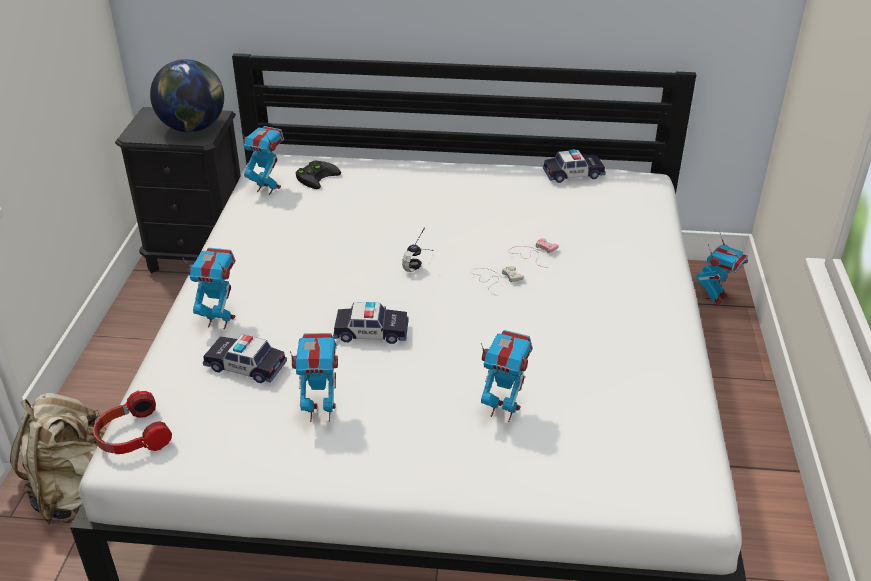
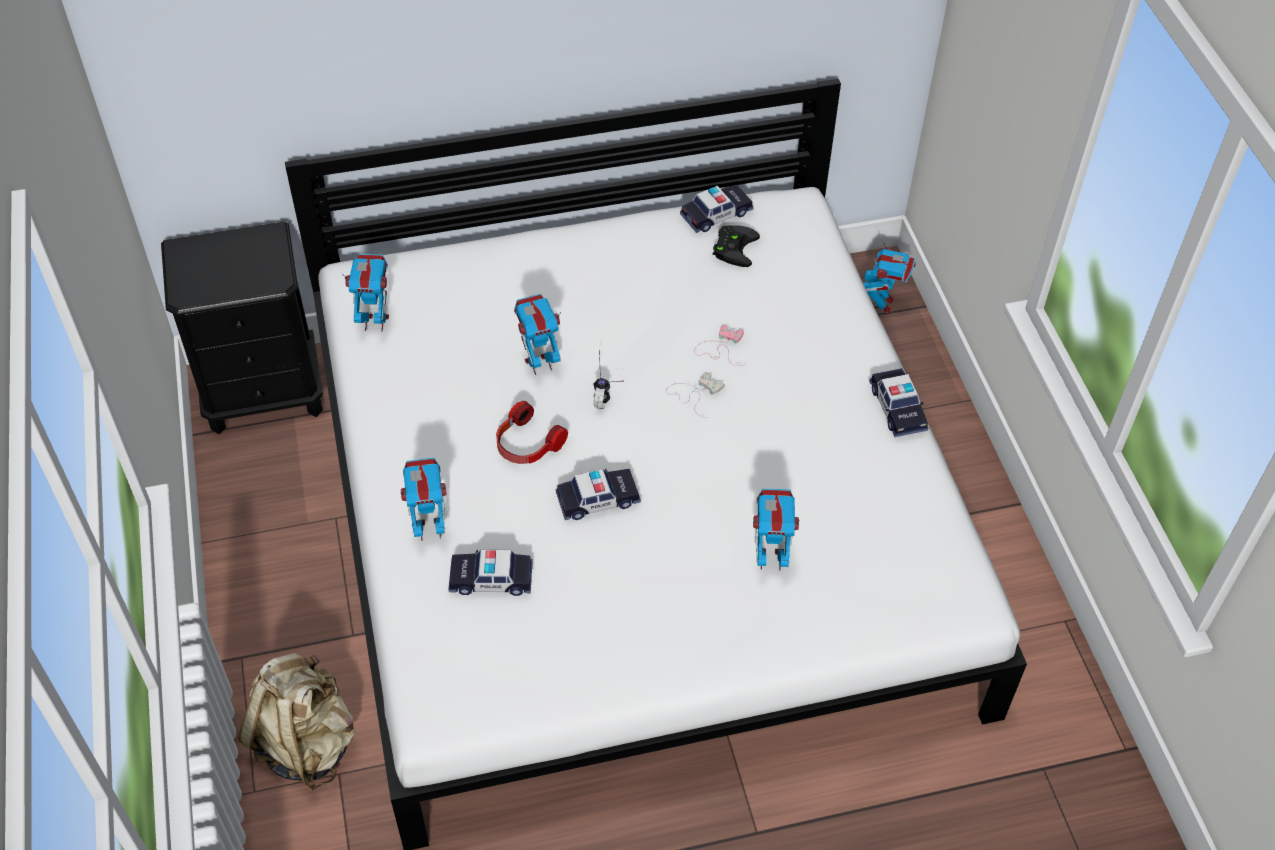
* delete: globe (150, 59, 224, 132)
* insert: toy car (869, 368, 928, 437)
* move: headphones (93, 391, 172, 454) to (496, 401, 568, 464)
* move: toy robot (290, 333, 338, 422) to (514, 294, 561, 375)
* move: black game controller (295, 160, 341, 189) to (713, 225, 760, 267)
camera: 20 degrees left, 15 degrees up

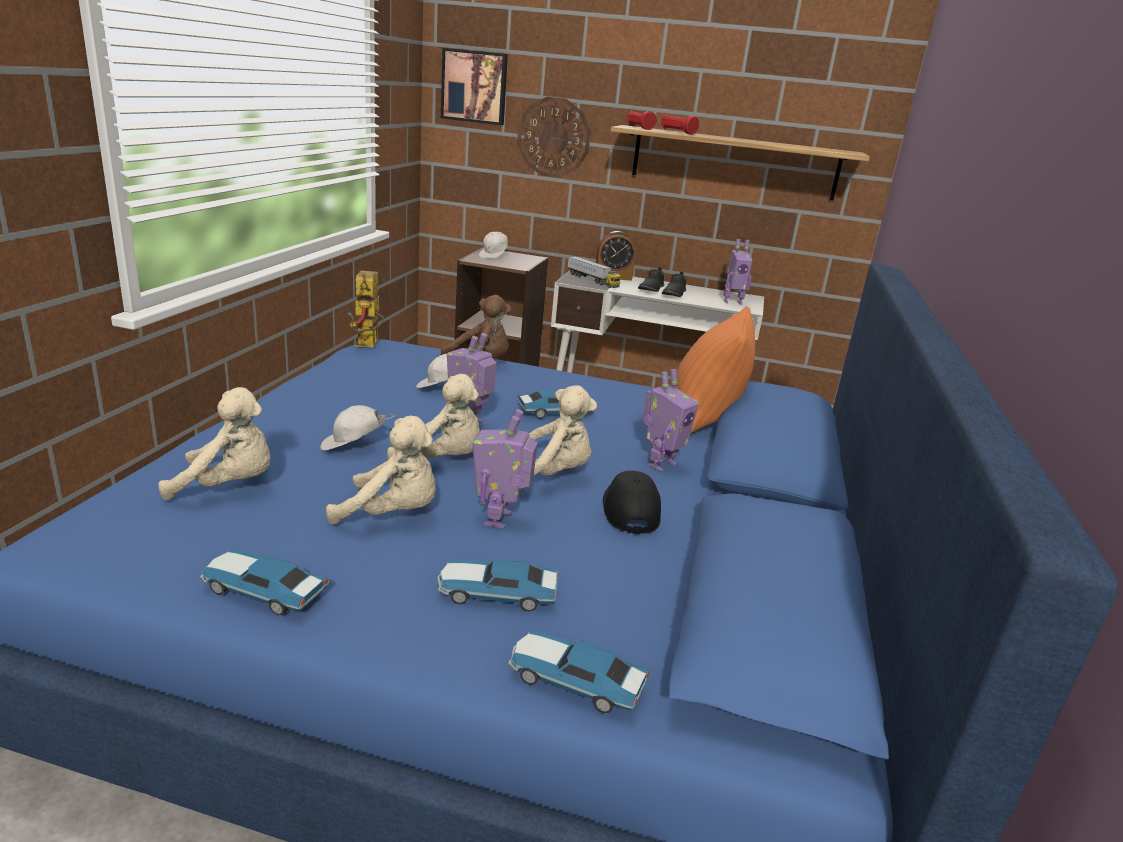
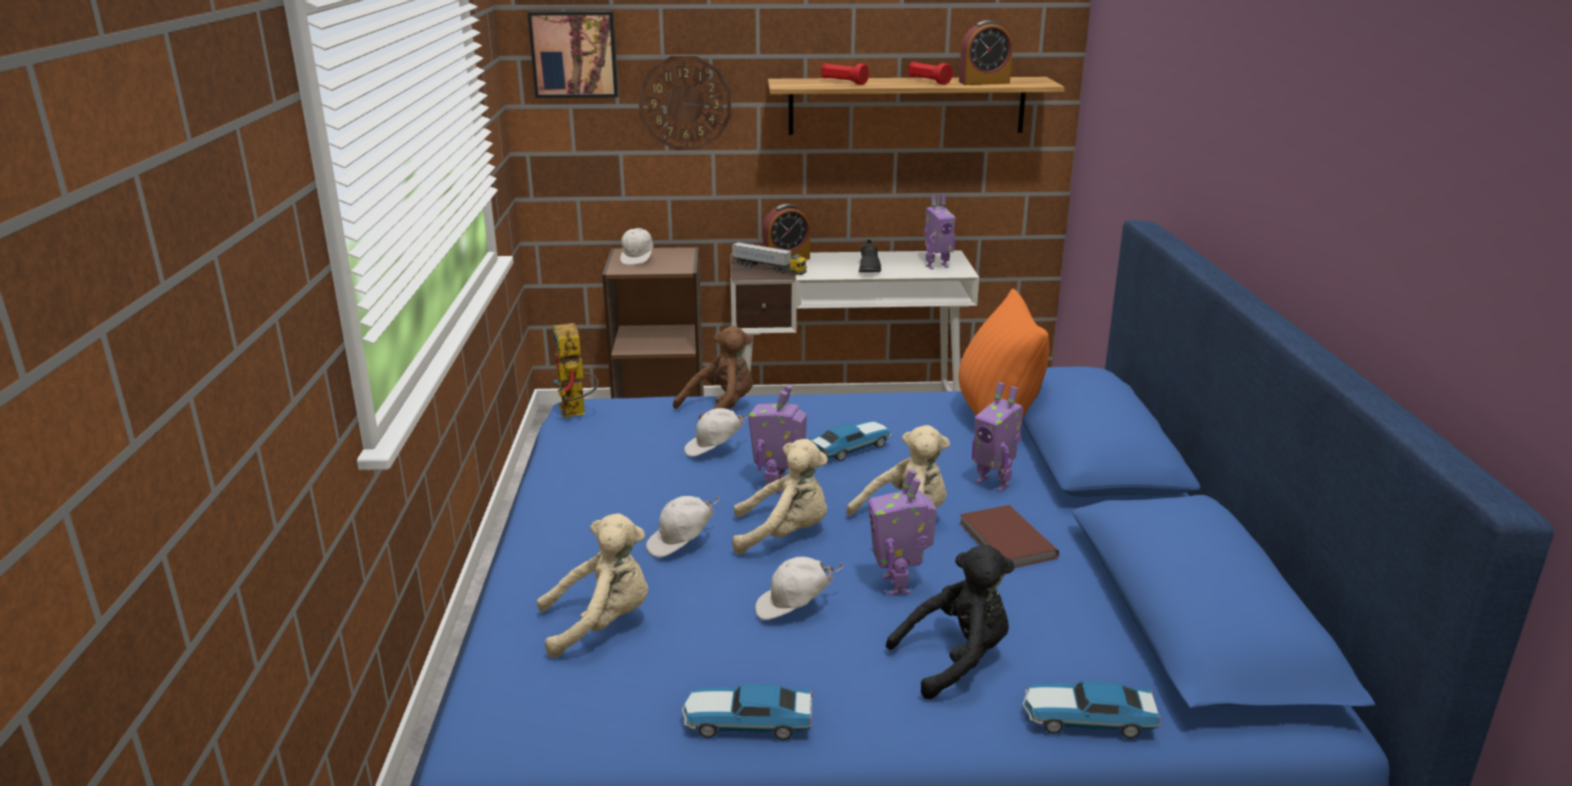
* delete: black shoe (638, 267, 664, 292)
* insert: alarm clock (959, 20, 1013, 85)
* move: red flashlight (626, 111, 657, 130) to (908, 62, 953, 85)
* replace: beige plush toy (326, 416, 436, 525) to white cap (755, 557, 843, 620)
* replace: toy car (437, 559, 558, 612) to black plush toy (886, 545, 1015, 699)
* replace: black cap (603, 471, 661, 534) to brown book (959, 505, 1059, 568)
* rotate: toy robot (643, 369, 699, 472) = (972, 382, 1024, 492) 105 degrees clockwise
camera: 15 degrees left, 0 degrees up

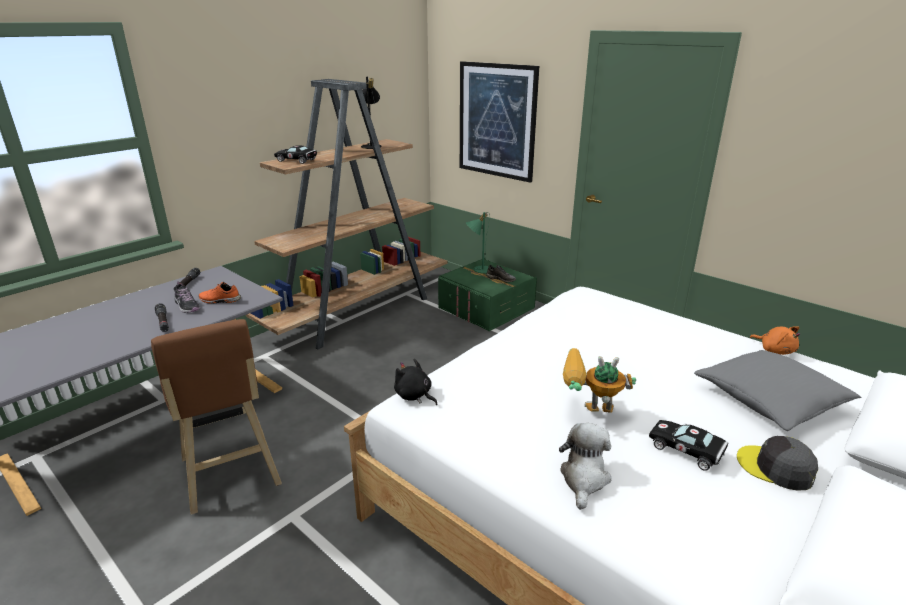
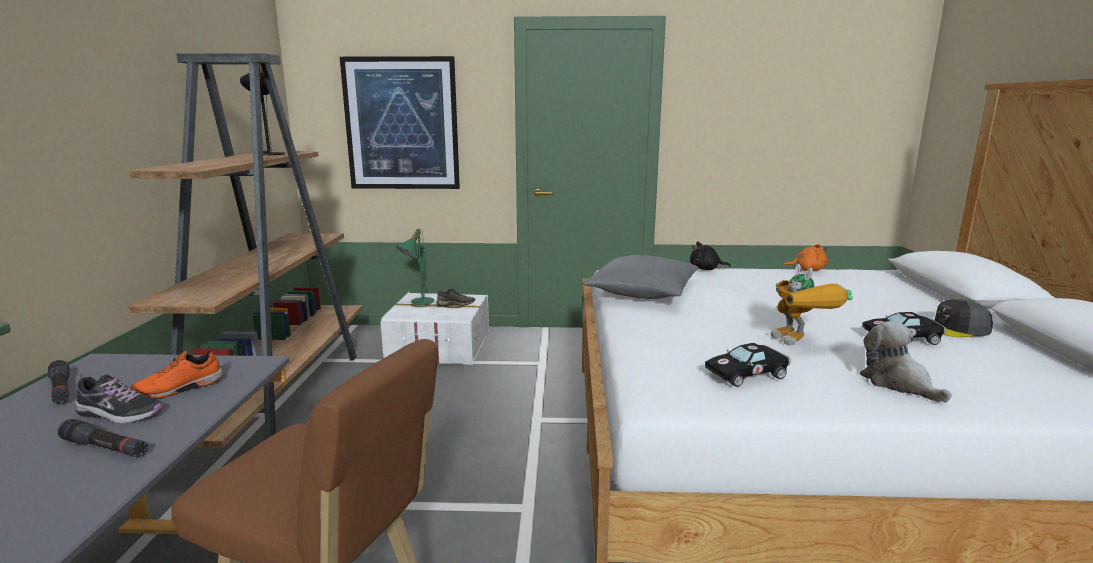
* move: black toy car (274, 145, 317, 164) to (705, 343, 791, 387)
* move: black plush toy (394, 359, 438, 405) to (690, 242, 731, 270)
* move: grey pillow (694, 350, 862, 431) to (583, 255, 699, 299)
* recolor: green storage box (438, 258, 537, 331) to white storage box (381, 292, 489, 365)
* rotate: toy robot (563, 348, 636, 413) = (771, 264, 853, 346) 75 degrees counterclockwise
camera: 40 degrees left, 10 degrees down

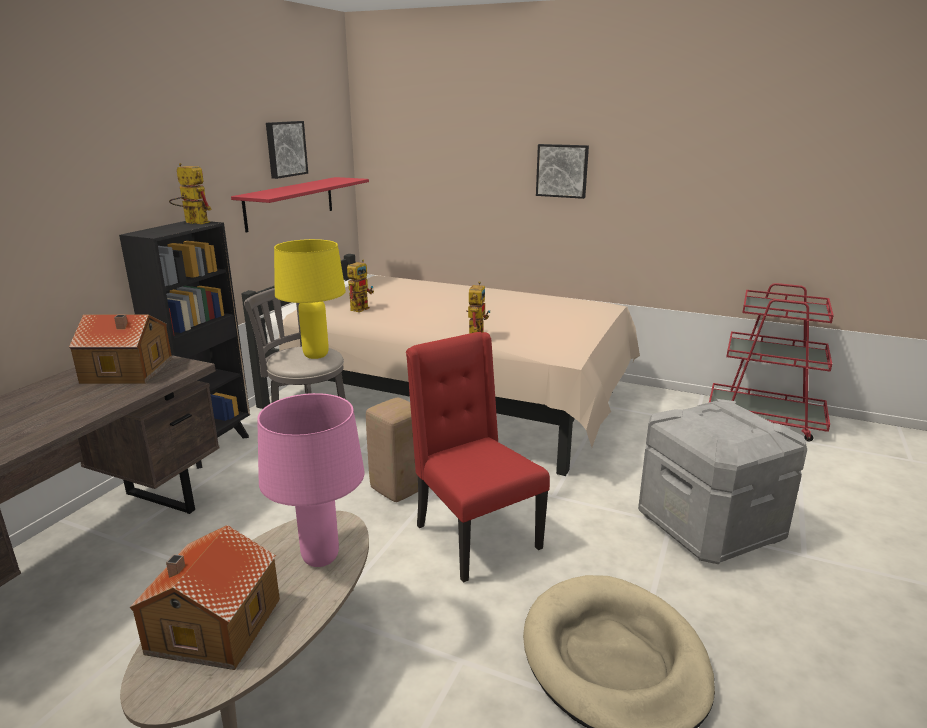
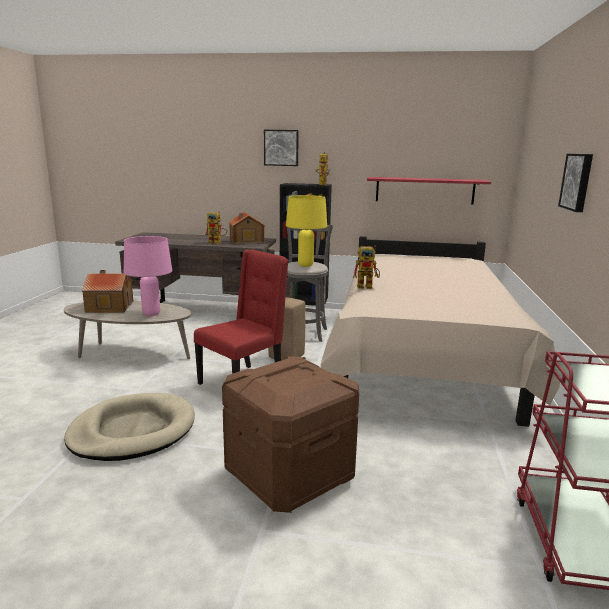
* move: picture (266, 121, 308, 179) to (264, 130, 299, 166)
* move: toy robot (347, 260, 374, 312) to (205, 211, 227, 244)
* recolor: grey storage box (638, 399, 807, 564) to brown storage box (222, 356, 359, 513)
camera: 75 degrees right, 5 degrees down

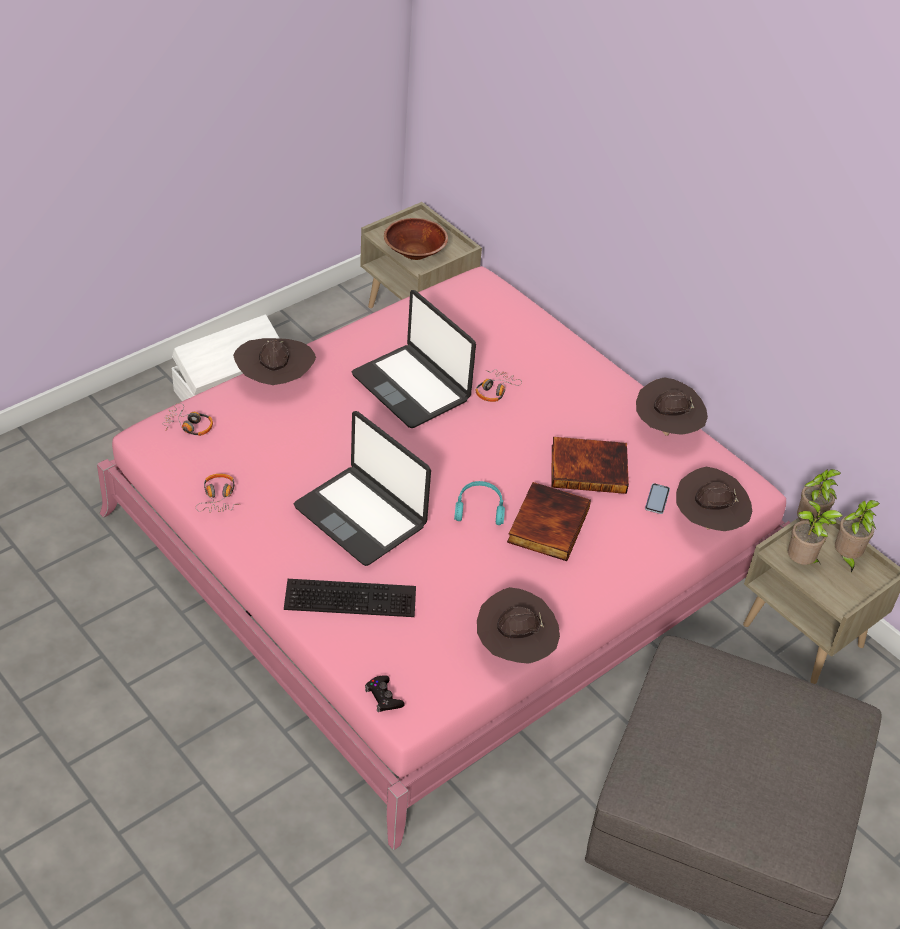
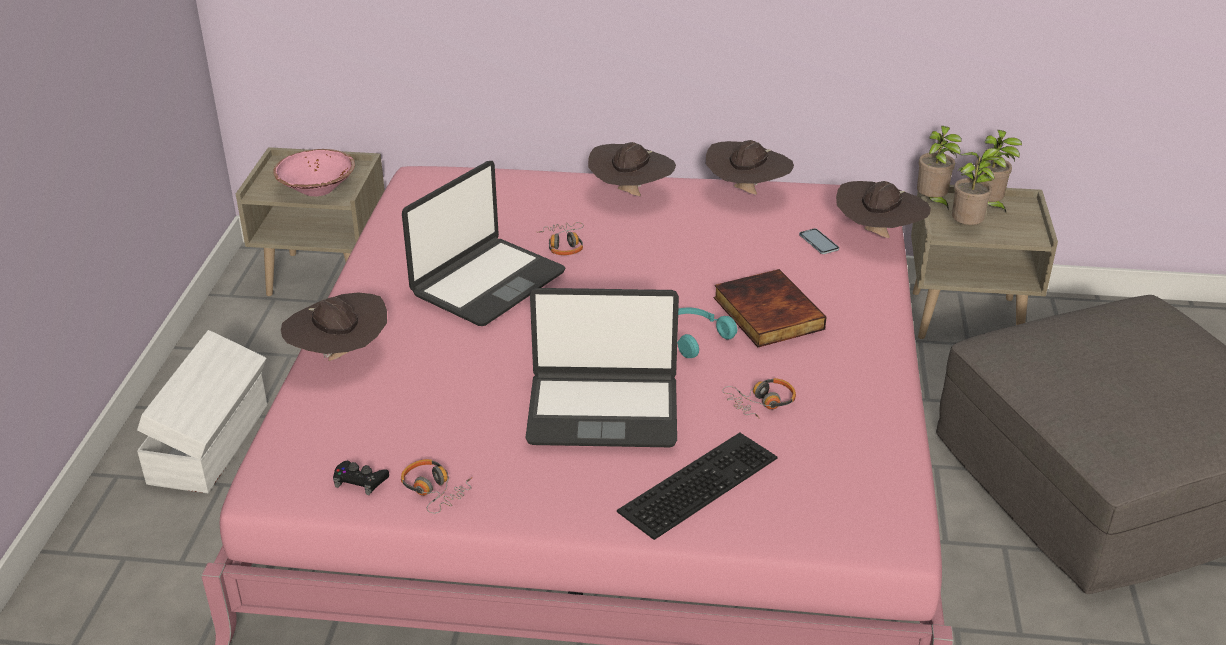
* delete: book (551, 437, 629, 494)
* move: headphones (163, 403, 213, 436) to (722, 378, 796, 419)
* move: black game controller (365, 675, 405, 712) to (333, 461, 389, 495)
* move: brown hat (477, 587, 560, 664) to (588, 142, 676, 196)
* recolor: brown bowl (384, 218, 448, 260) to pink bowl (273, 149, 355, 196)
* rotate: laptop (352, 290, 476, 428) = (402, 161, 566, 326) 60 degrees counterclockwise
camera: 40 degrees left, 10 degrees down

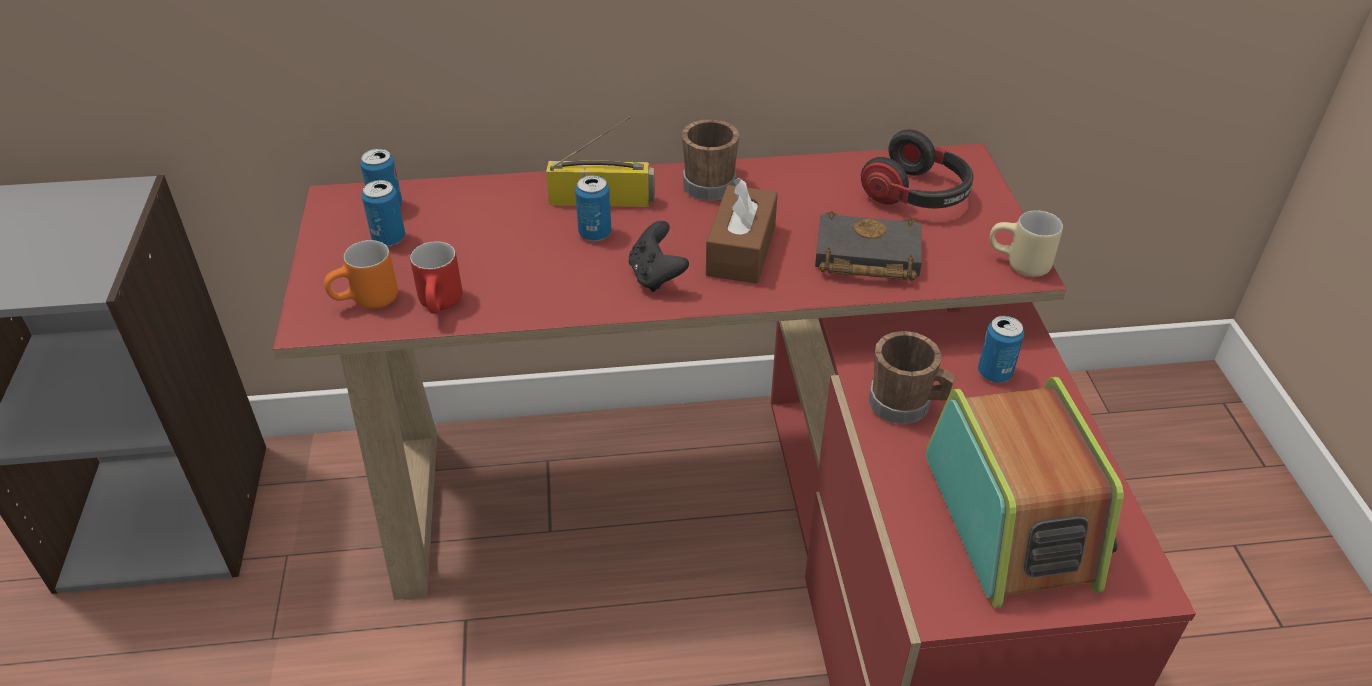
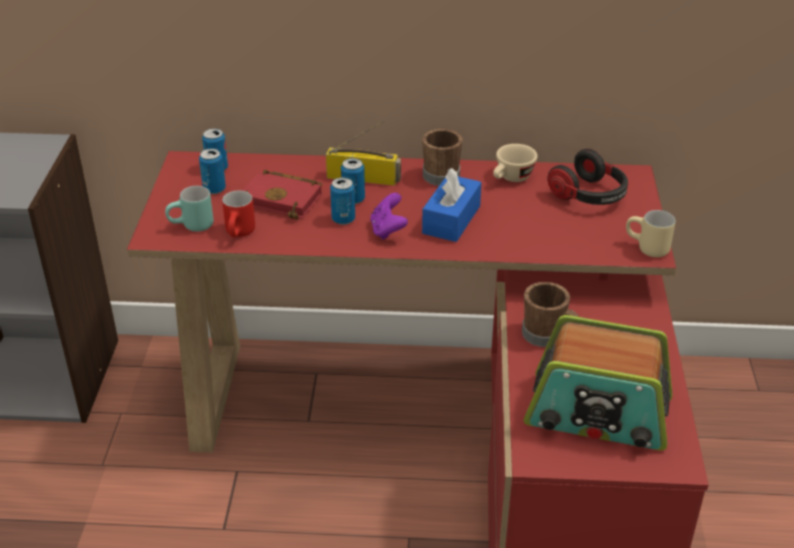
* delete: black book (815, 211, 922, 281)
* insert: red book (242, 170, 322, 220)
* insert: beige cup (493, 144, 537, 182)
* move: can (978, 316, 1024, 383) to (330, 177, 355, 225)
* recolor: orange mug (324, 240, 398, 309) to turquoise mug (165, 186, 214, 232)
* recolor: black game controller (629, 221, 689, 292) to purple game controller (370, 193, 408, 240)
* recolor: brown tissue box (706, 178, 778, 284) to blue tissue box (422, 168, 482, 242)
* rotate: radio (926, 377, 1124, 608) = (524, 315, 672, 450) 105 degrees clockwise
camera: 10 degrees right, 5 degrees down

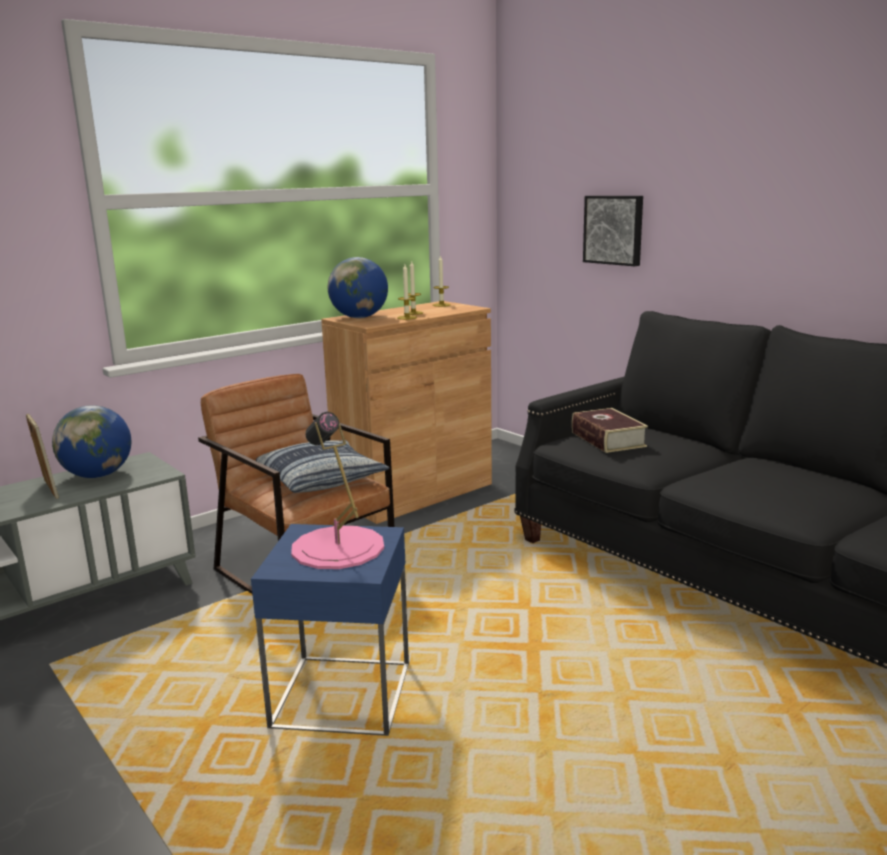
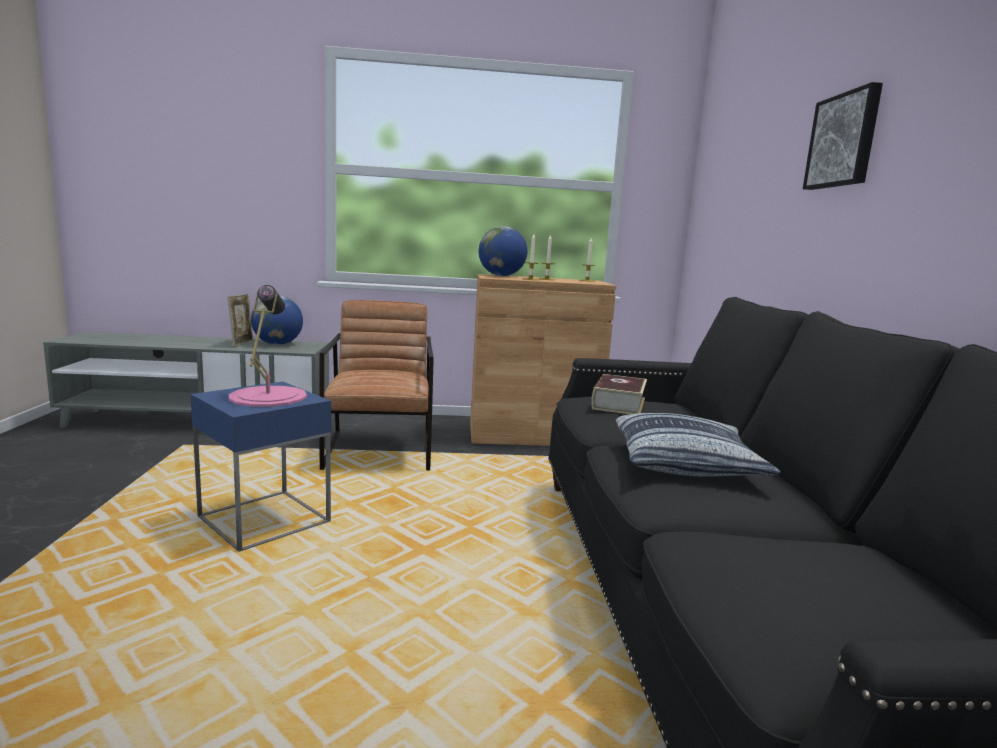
* move: pillow (256, 440, 389, 493) to (616, 413, 781, 476)
* move: picture (583, 196, 643, 266) to (803, 82, 883, 190)
camera: 35 degrees right, 5 degrees down

